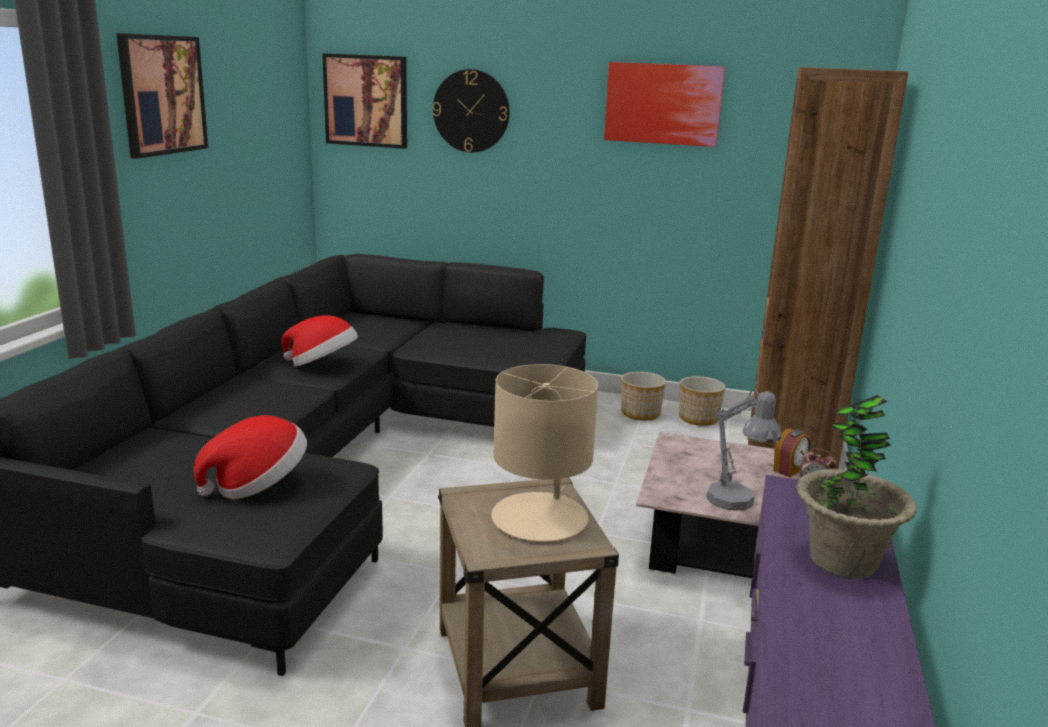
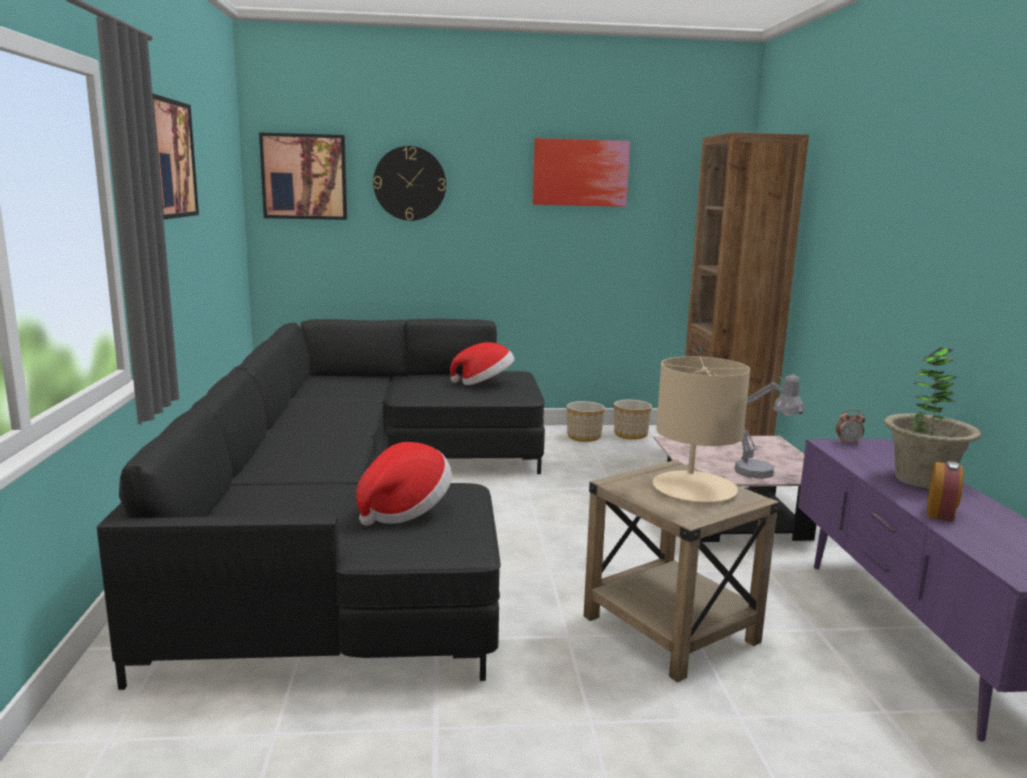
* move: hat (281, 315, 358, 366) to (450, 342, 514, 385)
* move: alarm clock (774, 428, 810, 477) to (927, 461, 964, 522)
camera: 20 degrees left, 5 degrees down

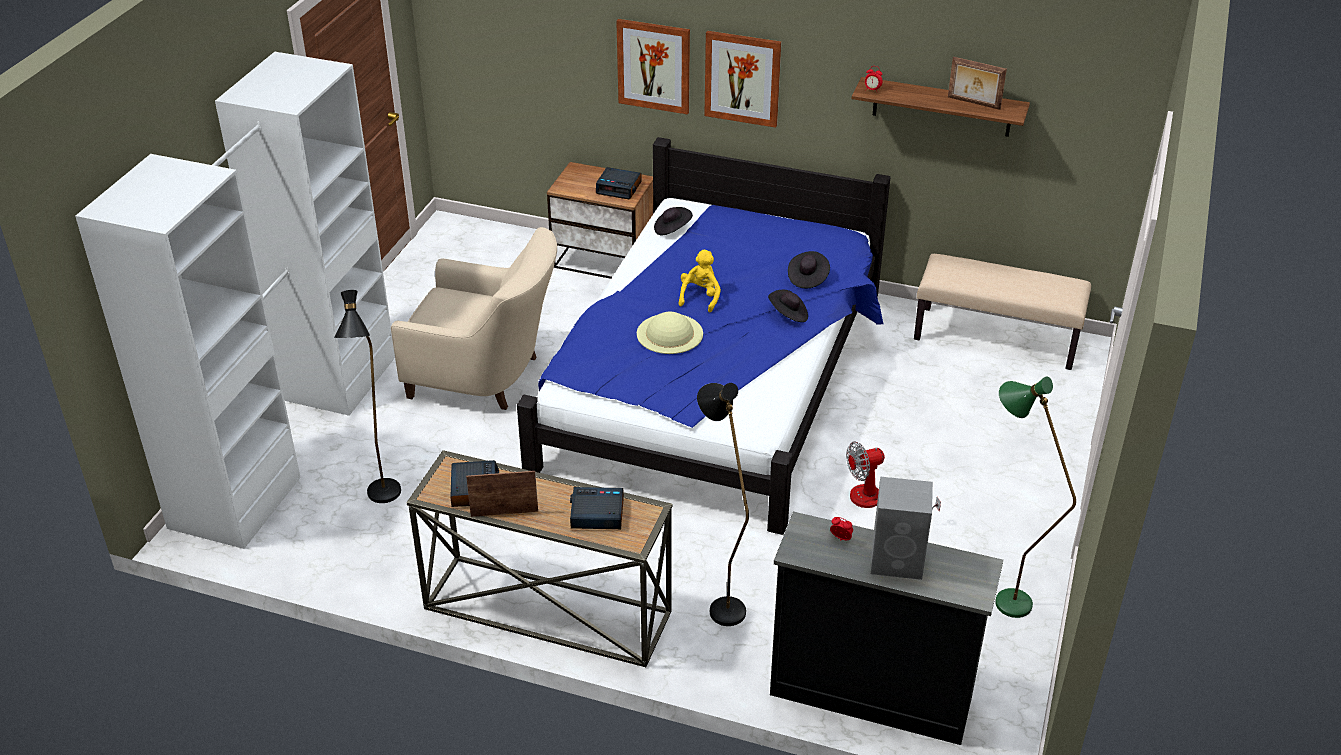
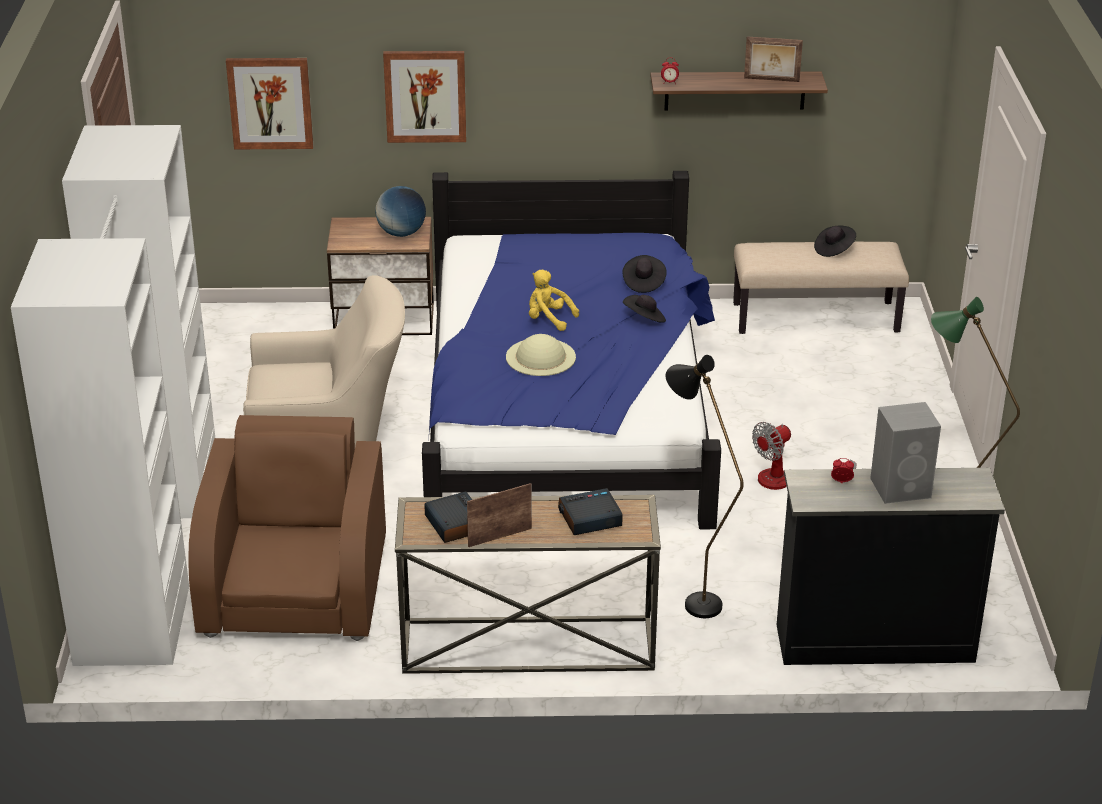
* move: black hat (654, 207, 693, 235) to (814, 226, 856, 257)
* move: picture (704, 31, 781, 128) to (226, 58, 313, 149)
* replace: black floor lamp (334, 290, 401, 503) to brown armchair (188, 415, 386, 641)
* replace: alarm clock (596, 167, 642, 199) to globe (375, 186, 426, 237)
* rotate: yellow plush toy (679, 250, 721, 313) = (529, 270, 579, 331) 60 degrees counterclockwise
camera: 20 degrees left, 5 degrees down

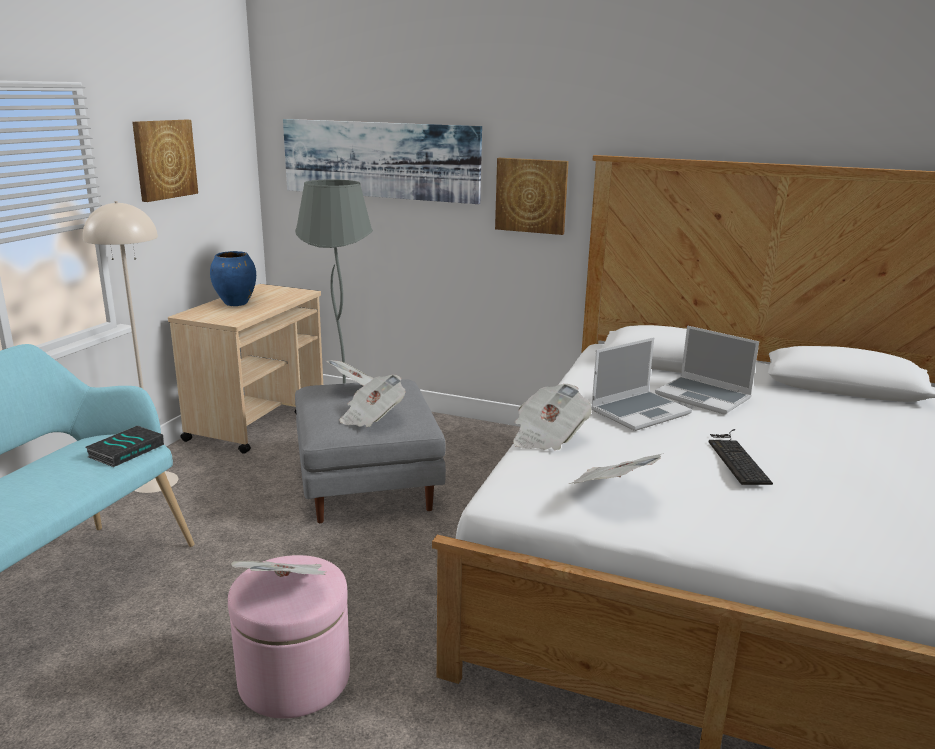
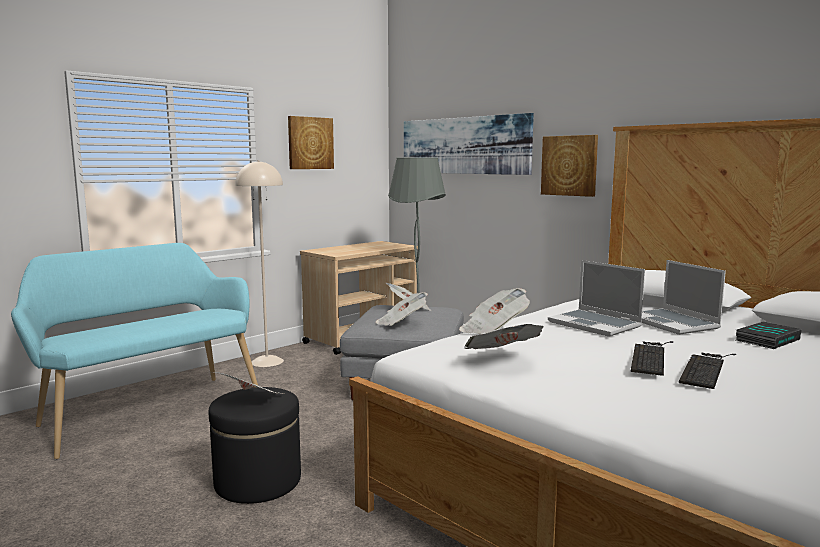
* delete: blue vase (210, 251, 256, 306)
* insert: keyboard (679, 353, 736, 389)
* move: book (86, 425, 164, 467) to (736, 322, 802, 349)
* recolor: pink ottoman (228, 555, 350, 718) to black ottoman (209, 387, 301, 504)
* rotate: laptop (591, 337, 692, 431) = (548, 260, 645, 337) 60 degrees clockwise
camera: 25 degrees right, 10 degrees down

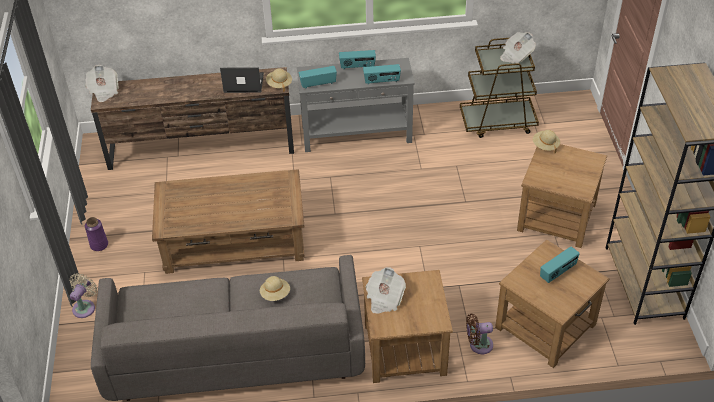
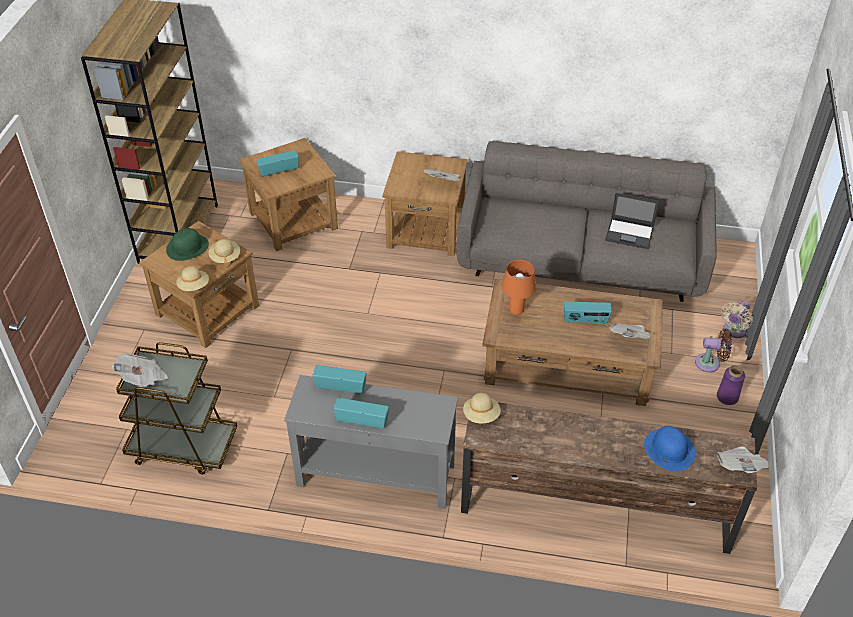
* insert: green hat (166, 228, 209, 261)
* insert: orange table lamp (502, 260, 536, 315)
* insert: newspaper (609, 323, 652, 339)
* insert: blue hat (644, 426, 695, 471)
* move: laptop (220, 67, 264, 93) to (605, 193, 659, 249)
* move: beige hat (260, 276, 290, 301) to (208, 239, 240, 268)
* move: radio (299, 66, 337, 89) to (564, 301, 612, 324)
* move: brown fan (466, 313, 493, 354) to (695, 328, 732, 372)
camera: 165 degrees left, 0 degrees up

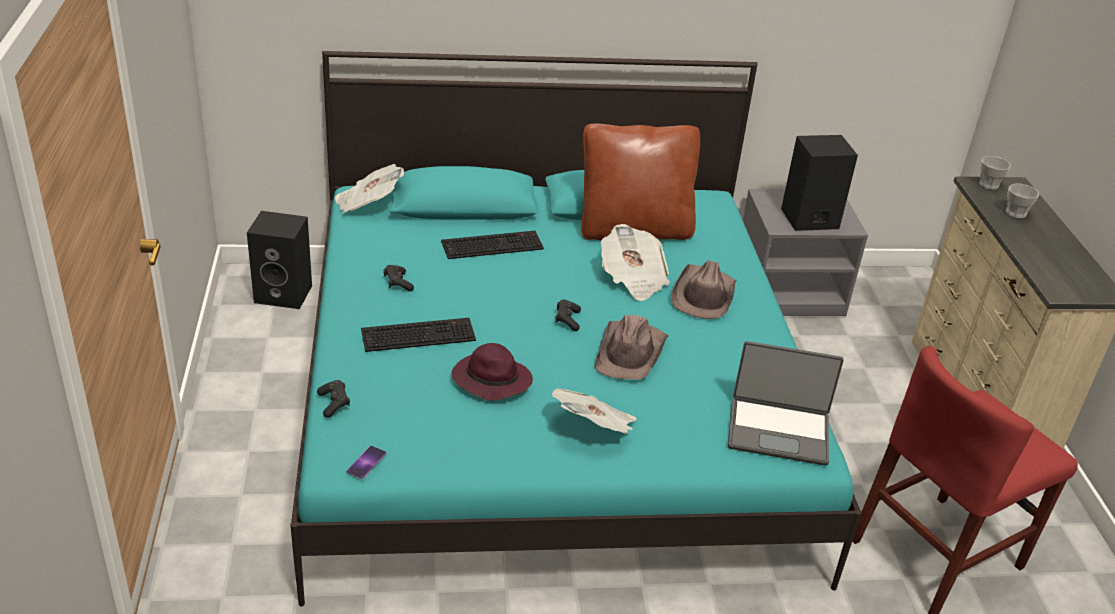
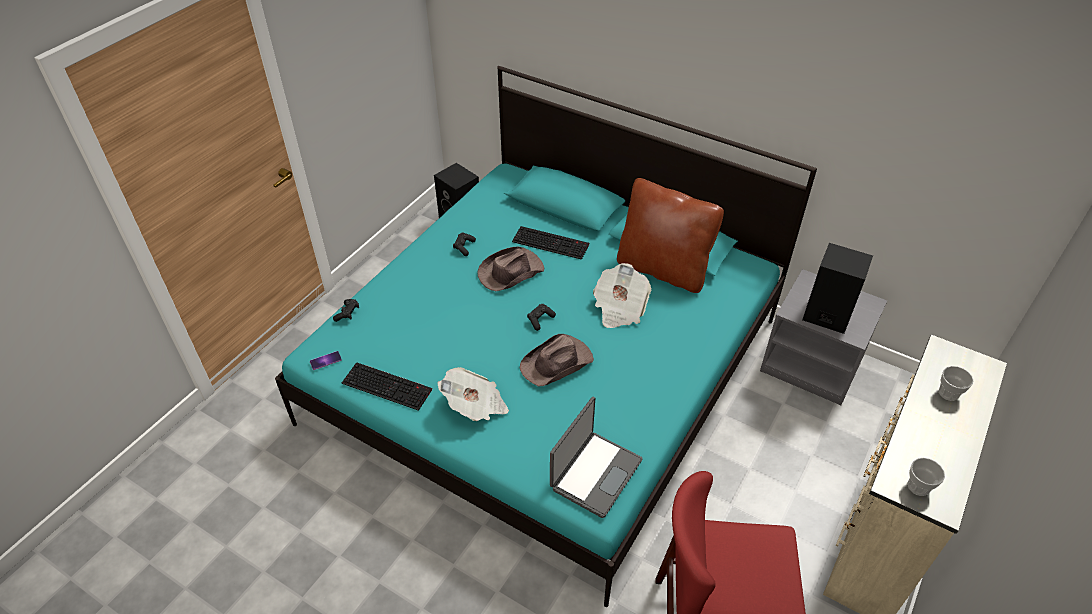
* delete: newspaper (335, 164, 404, 213)
* delete: purple hat (451, 343, 533, 401)
* move: keyboard (361, 318, 476, 352) to (342, 362, 432, 411)
* move: brown hat (671, 260, 736, 319) to (477, 247, 544, 291)
* move: cup (979, 156, 1011, 189) to (908, 458, 945, 496)
* rotate: laptop (728, 341, 844, 466) = (550, 396, 643, 518) 105 degrees counterclockwise
camera: 40 degrees right, 10 degrees up

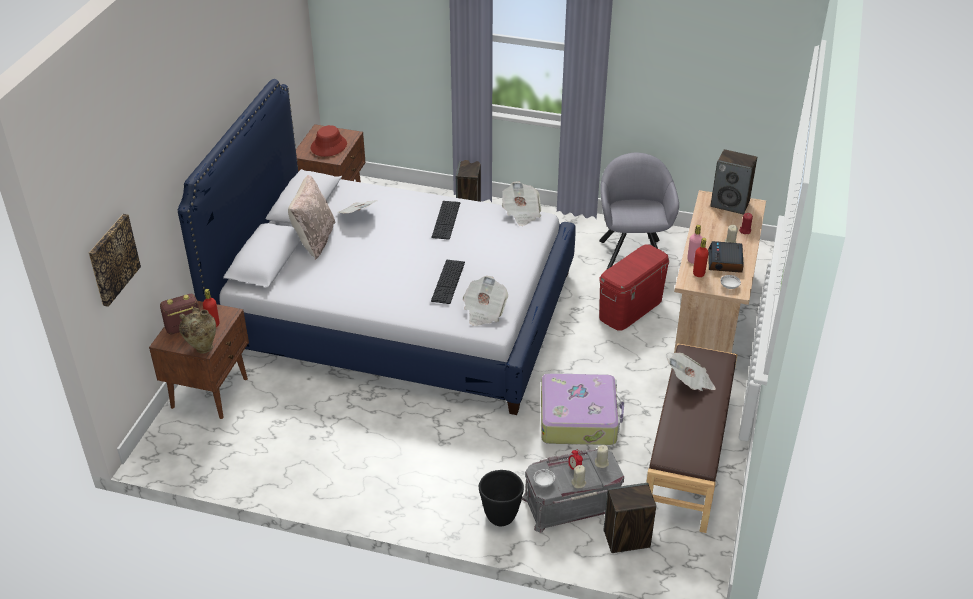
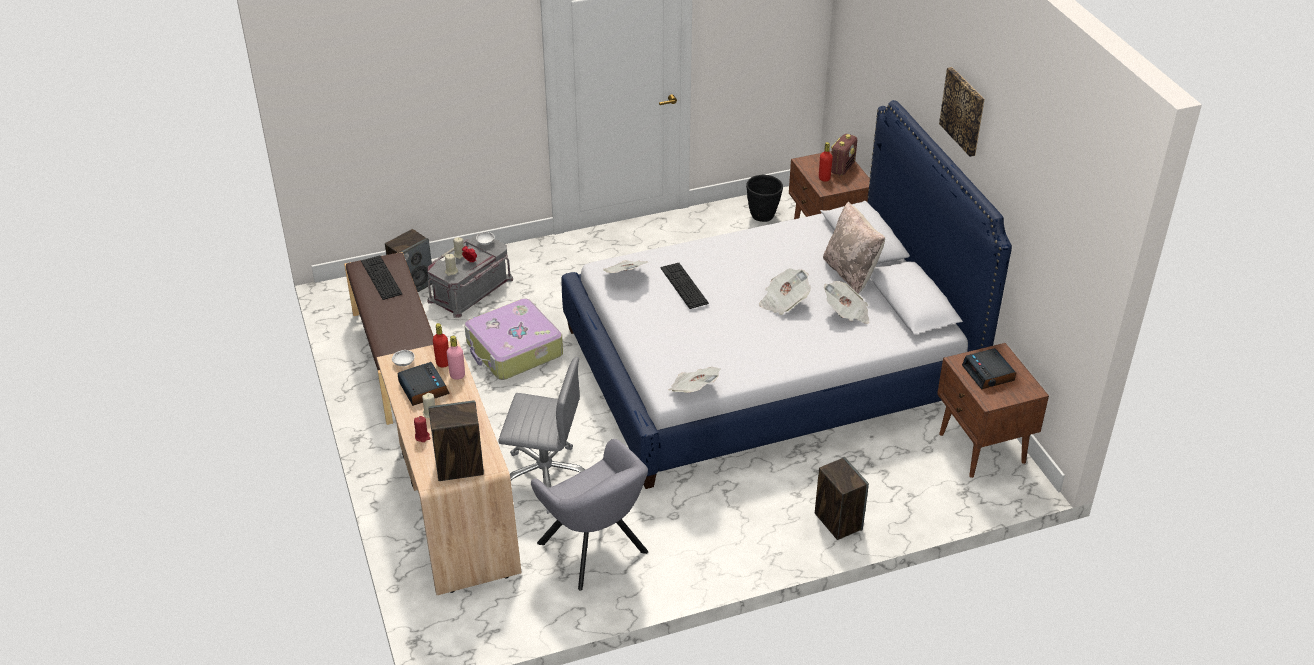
* delete: beige vase (179, 307, 216, 354)
* move: picture (89, 214, 141, 307) to (939, 67, 985, 157)
* move: keyboard (432, 201, 460, 240) to (361, 256, 402, 300)
* move: black planter (479, 470, 524, 526) to (746, 175, 783, 222)
* move: newspaper (667, 353, 716, 391) to (759, 268, 811, 315)
* replace: red hat (311, 125, 347, 157) to alarm clock (962, 348, 1016, 390)
* replace: red storage box (599, 244, 669, 331) to grey office chair (498, 357, 585, 514)
camera: 145 degrees right, 0 degrees up

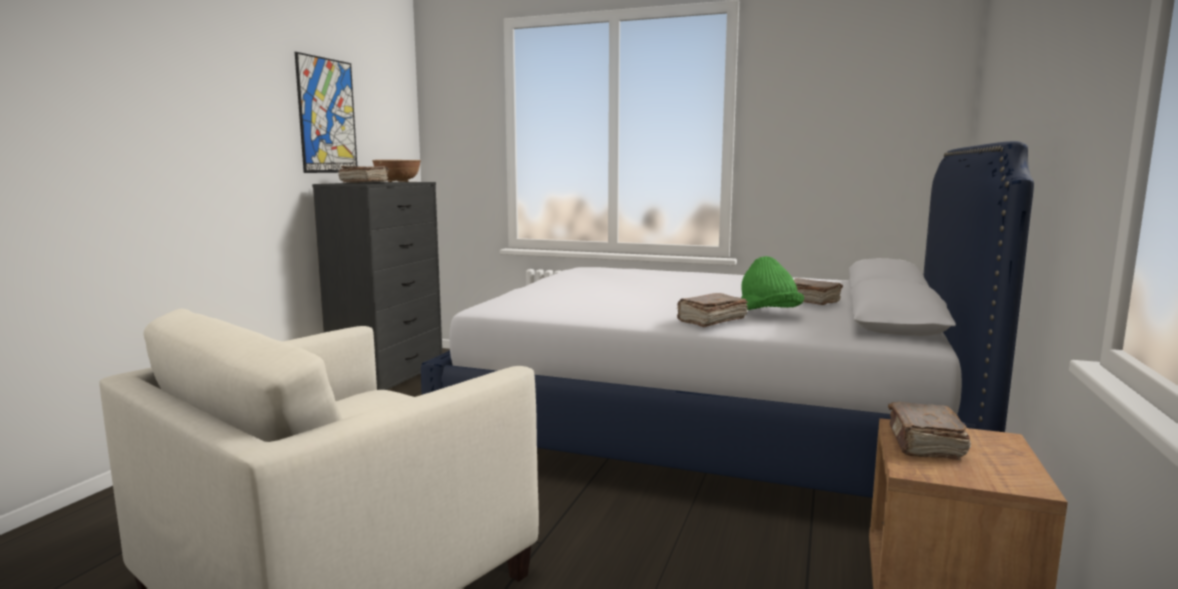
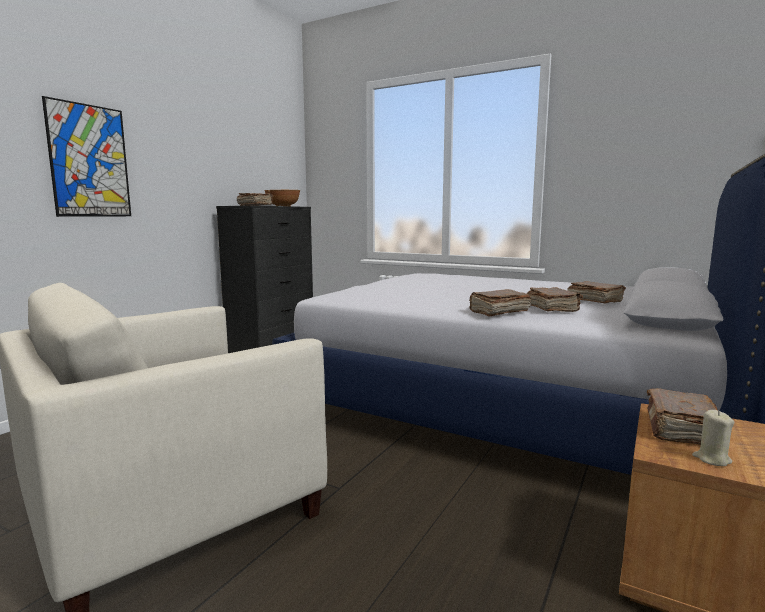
* insert: beige candle (692, 410, 734, 466)
* move: picture (295, 52, 357, 173) to (42, 96, 131, 217)
* replace: green hat (741, 256, 804, 310) to brown book (527, 287, 583, 312)
camera: 10 degrees right, 0 degrees up

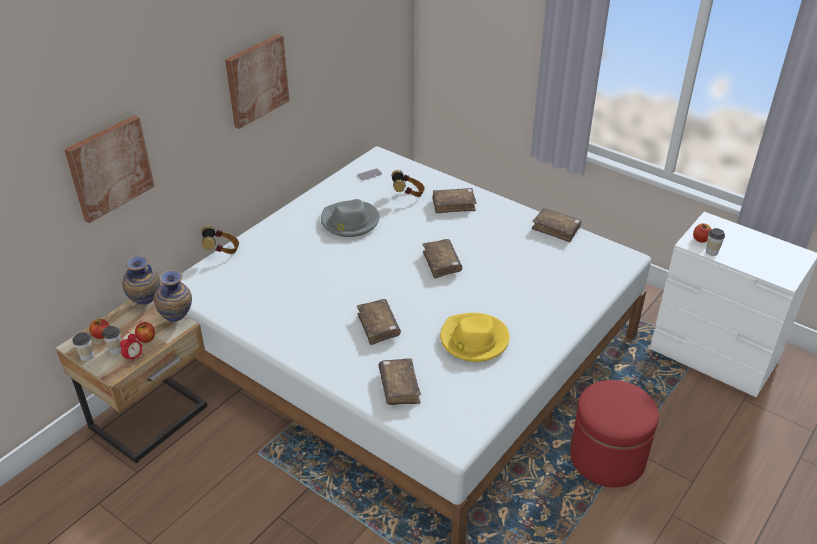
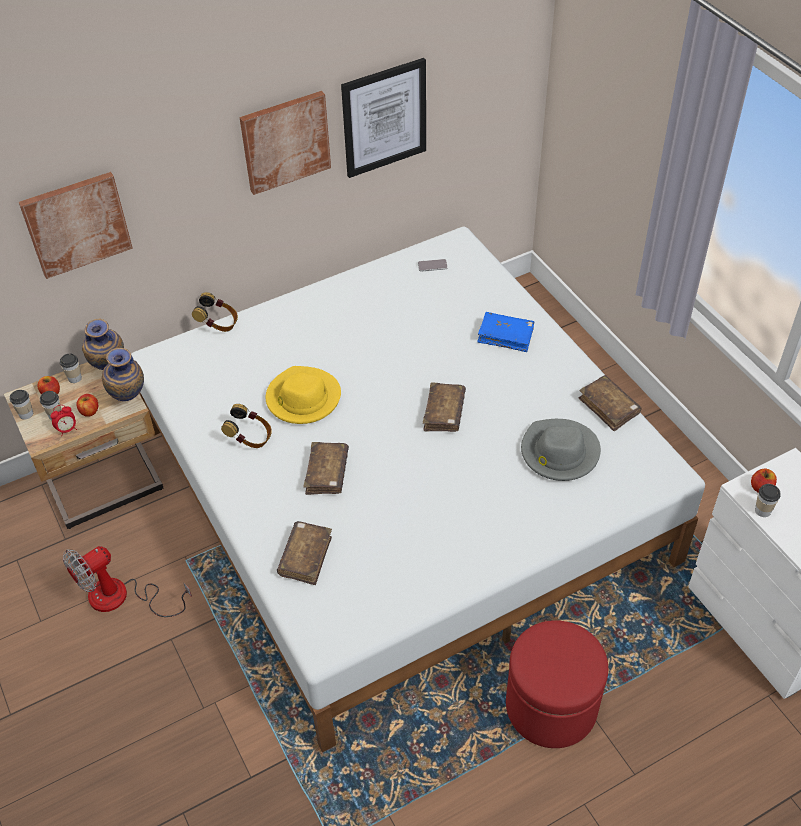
* insert: cup (60, 353, 82, 383)
* insert: fan (63, 546, 192, 617)
* insert: picture (341, 58, 426, 178)
* move: grey hat (321, 199, 379, 237) to (521, 419, 601, 481)
* move: headphones (391, 170, 425, 197) to (221, 404, 272, 448)
* move: yellow hat (440, 313, 510, 362) to (266, 366, 341, 424)
* recolor: brown book (432, 188, 477, 213) to blue book (477, 312, 535, 352)
camera: 25 degrees right, 10 degrees up

